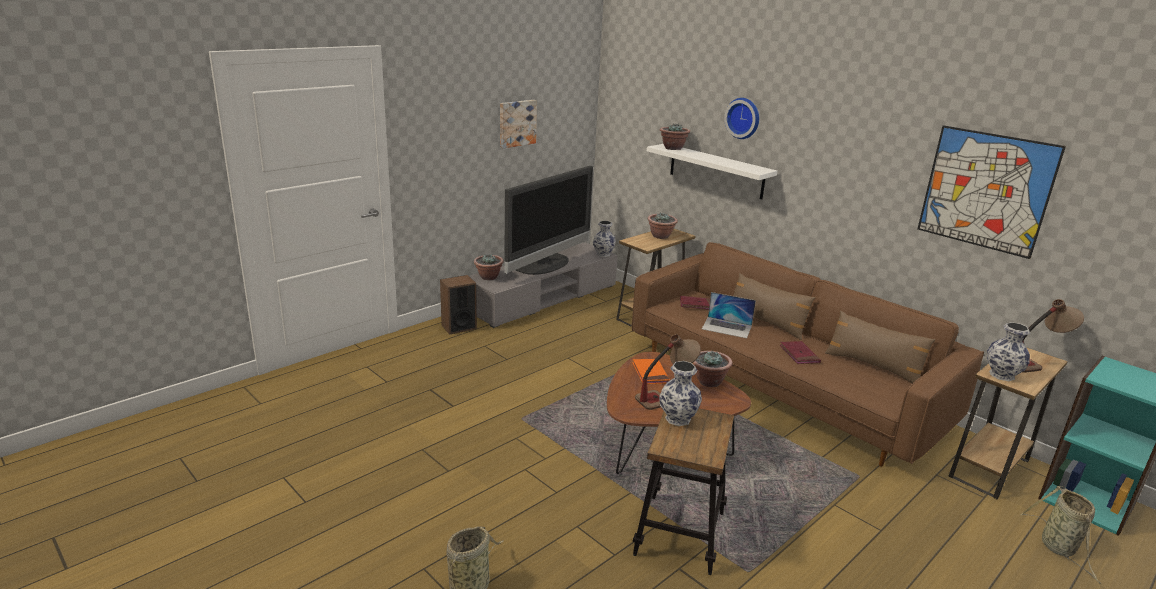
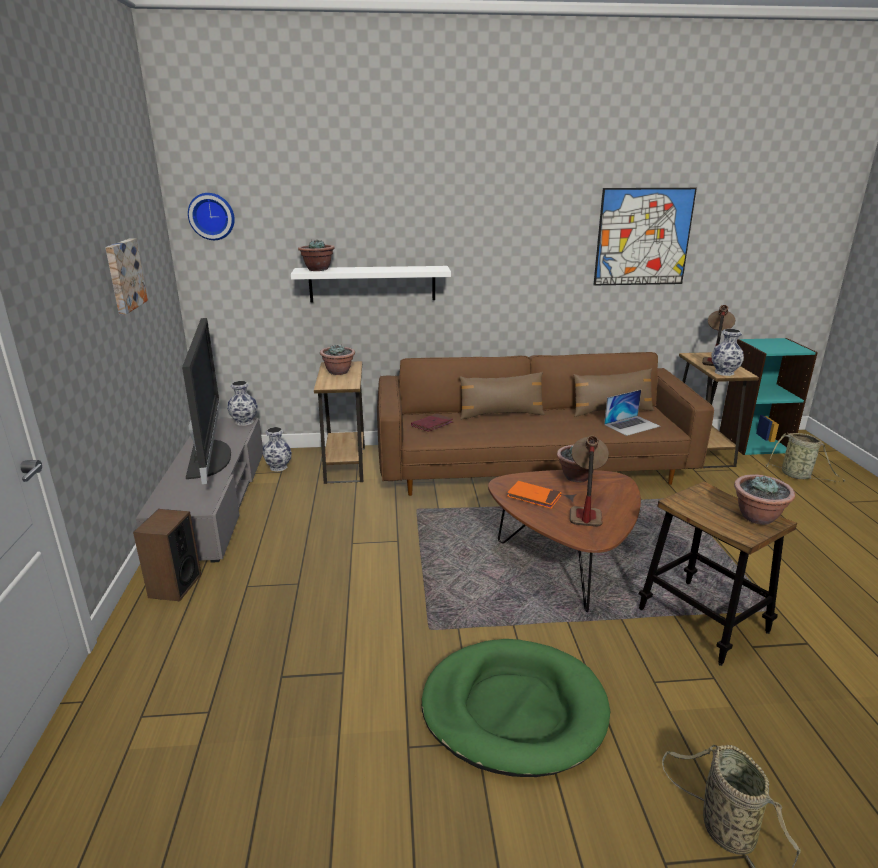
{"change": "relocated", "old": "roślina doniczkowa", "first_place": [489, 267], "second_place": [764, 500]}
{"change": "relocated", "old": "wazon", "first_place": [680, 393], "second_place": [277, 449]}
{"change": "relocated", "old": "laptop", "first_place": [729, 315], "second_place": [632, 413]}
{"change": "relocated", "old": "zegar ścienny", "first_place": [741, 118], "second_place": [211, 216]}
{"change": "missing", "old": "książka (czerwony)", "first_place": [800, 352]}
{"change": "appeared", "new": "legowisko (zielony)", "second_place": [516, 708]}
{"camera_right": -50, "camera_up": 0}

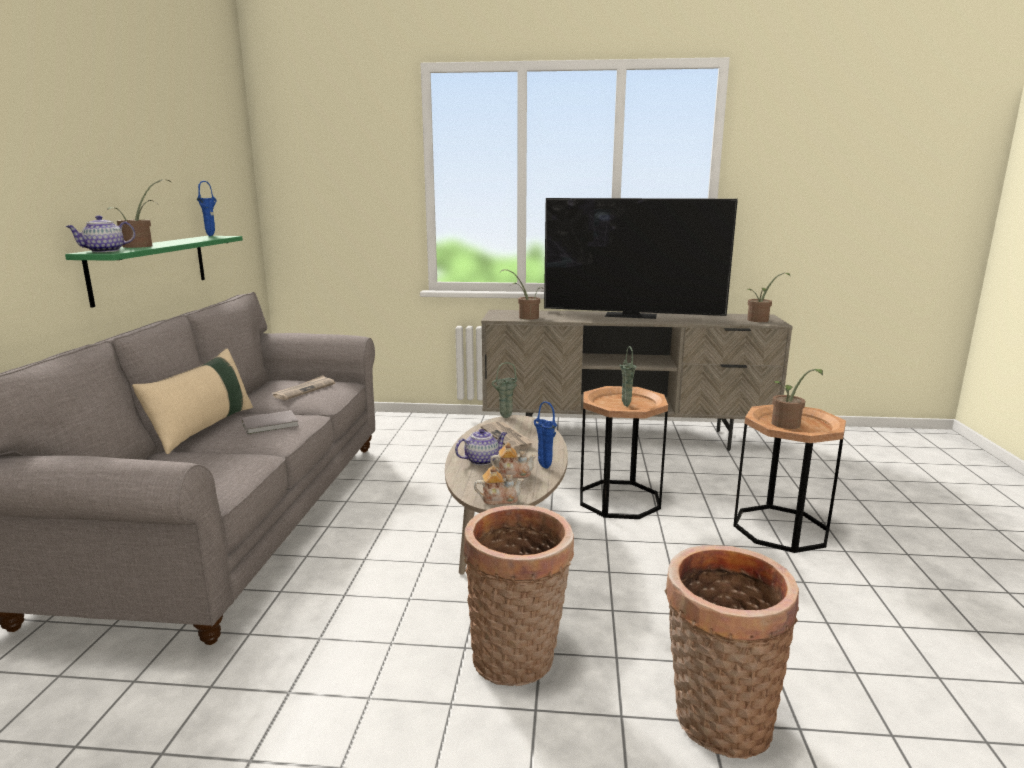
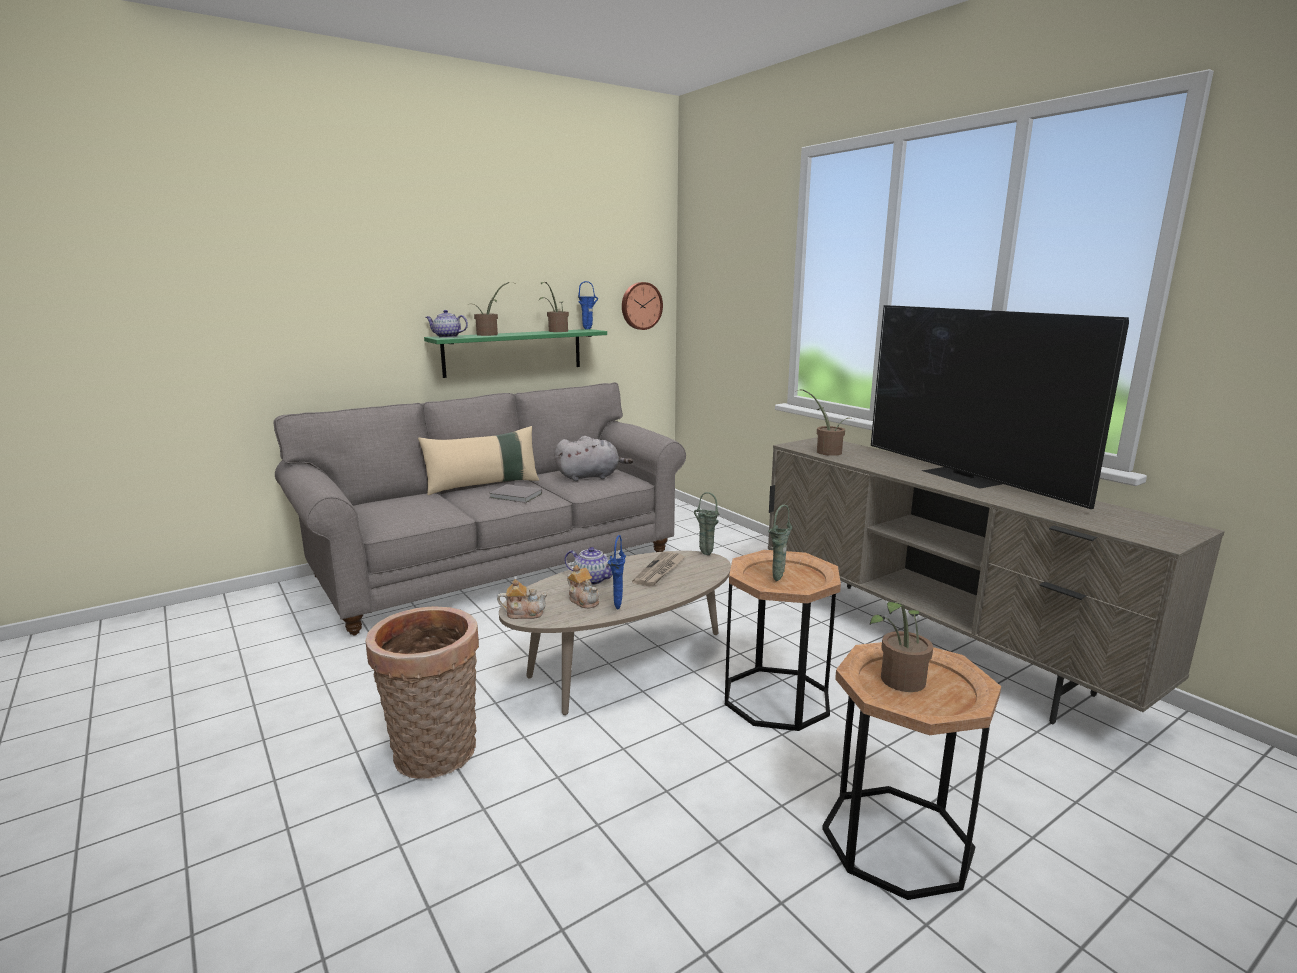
{"change": "exchanged", "old": "gazeta", "new": "pluszak (szary)", "first_place": [304, 387], "second_place": [594, 458]}
{"change": "spun", "old": "imbryk", "first_place": [499, 485], "second_place": [522, 599], "degrees": -45}
{"change": "missing", "old": "koszyk", "first_place": [732, 652]}
{"change": "relocated", "old": "roślina doniczkowa", "first_place": [768, 297], "second_place": [554, 307]}
{"change": "appeared", "new": "zegar ścienny", "second_place": [642, 306]}
{"camera_right": 50, "camera_up": 0}

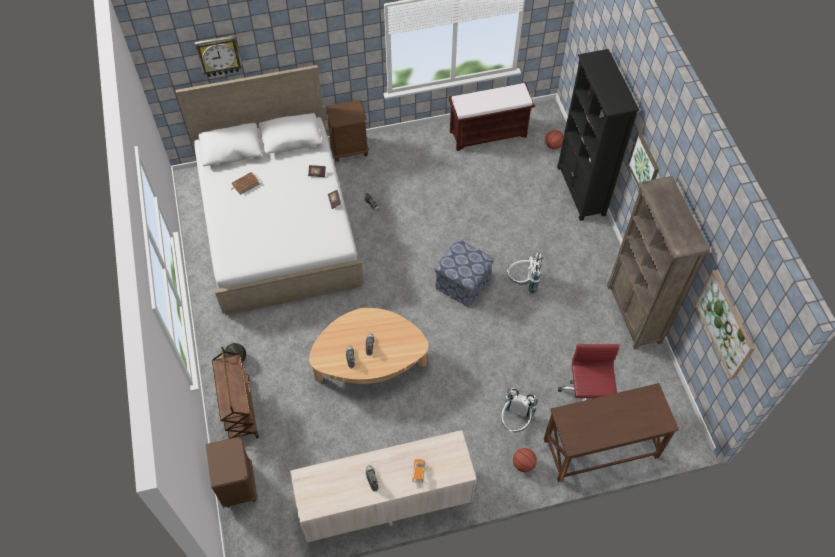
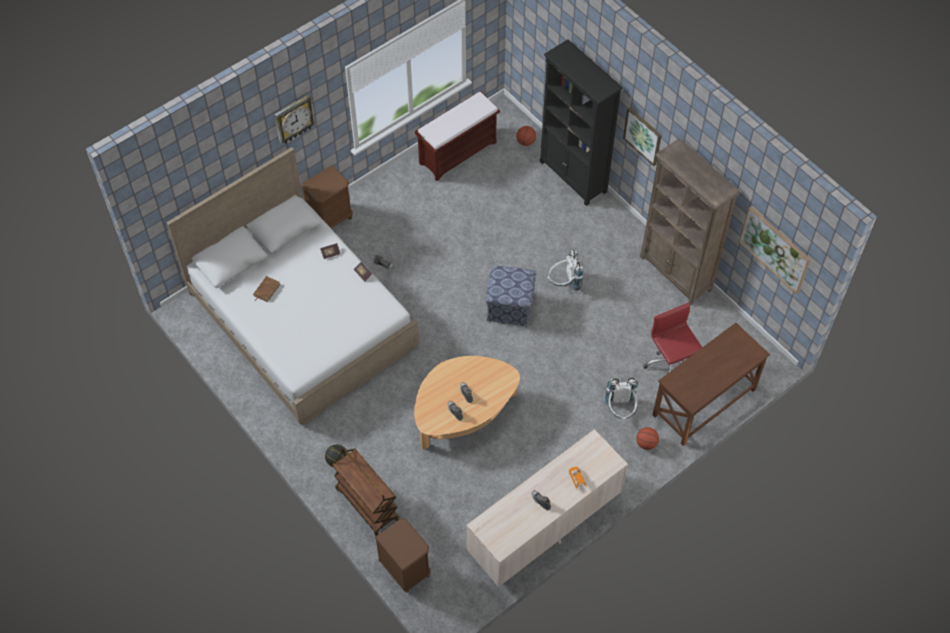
{"change": "relocated", "old": "zegar ścienny", "first_place": [219, 56], "second_place": [295, 119]}
{"camera_right": -25, "camera_up": 0}

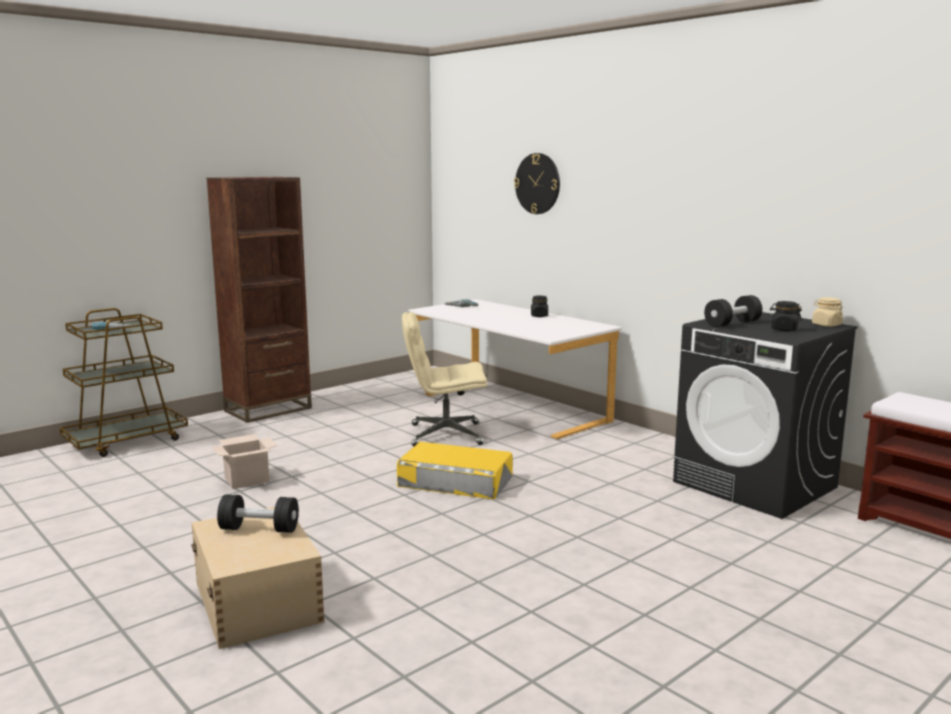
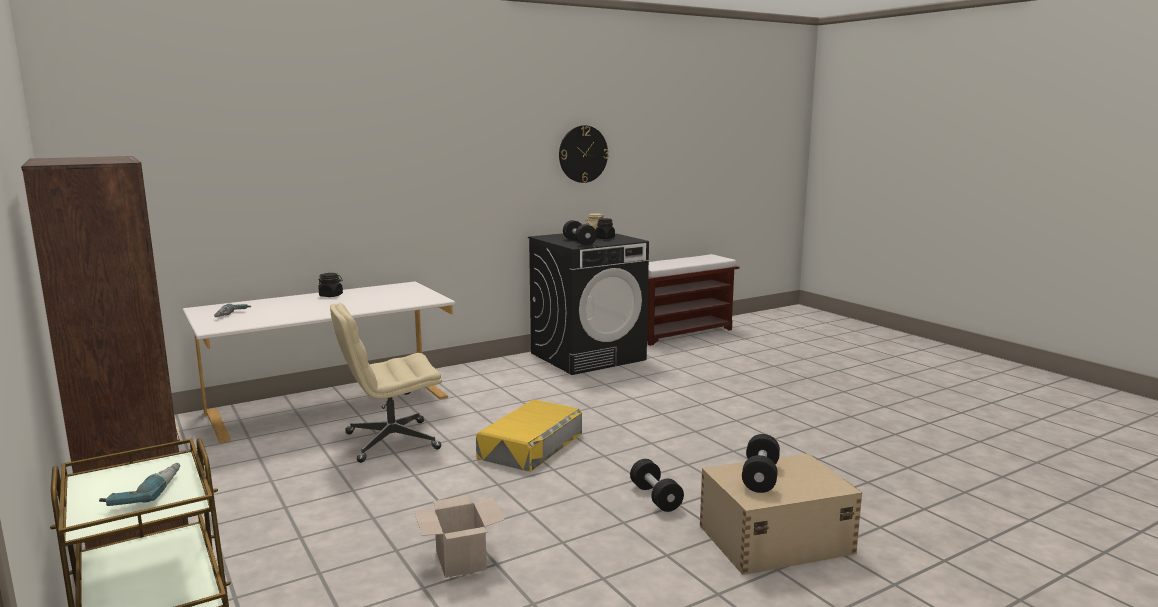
{"change": "spun", "old": "krzesło biurowe (beżowy)", "first_place": [445, 379], "second_place": [386, 383], "degrees": 60}
{"change": "relocated", "old": "zegar ścienny", "first_place": [537, 183], "second_place": [584, 154]}
{"change": "appeared", "new": "hantel (czarny)", "second_place": [657, 485]}
{"camera_right": -80, "camera_up": 0}

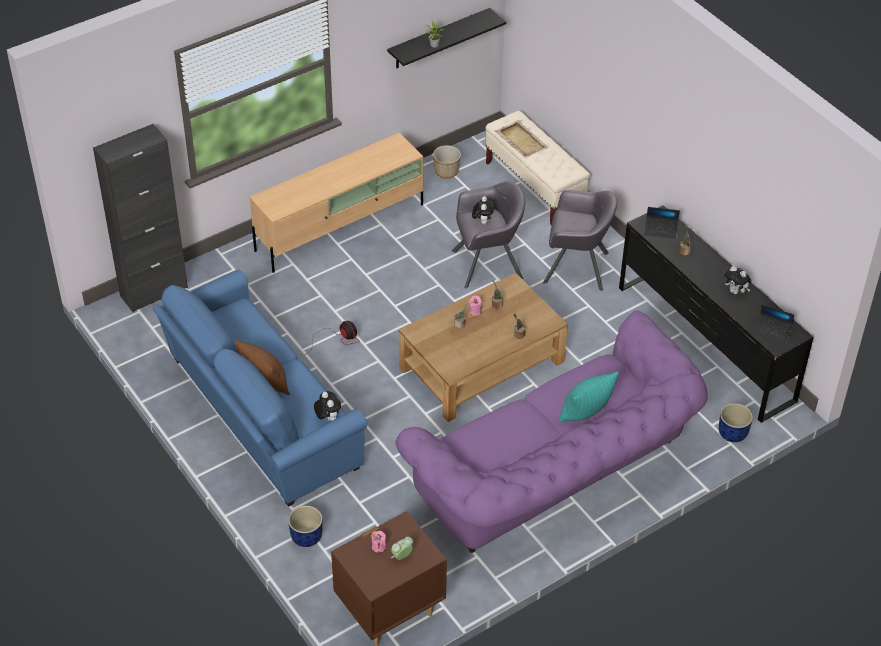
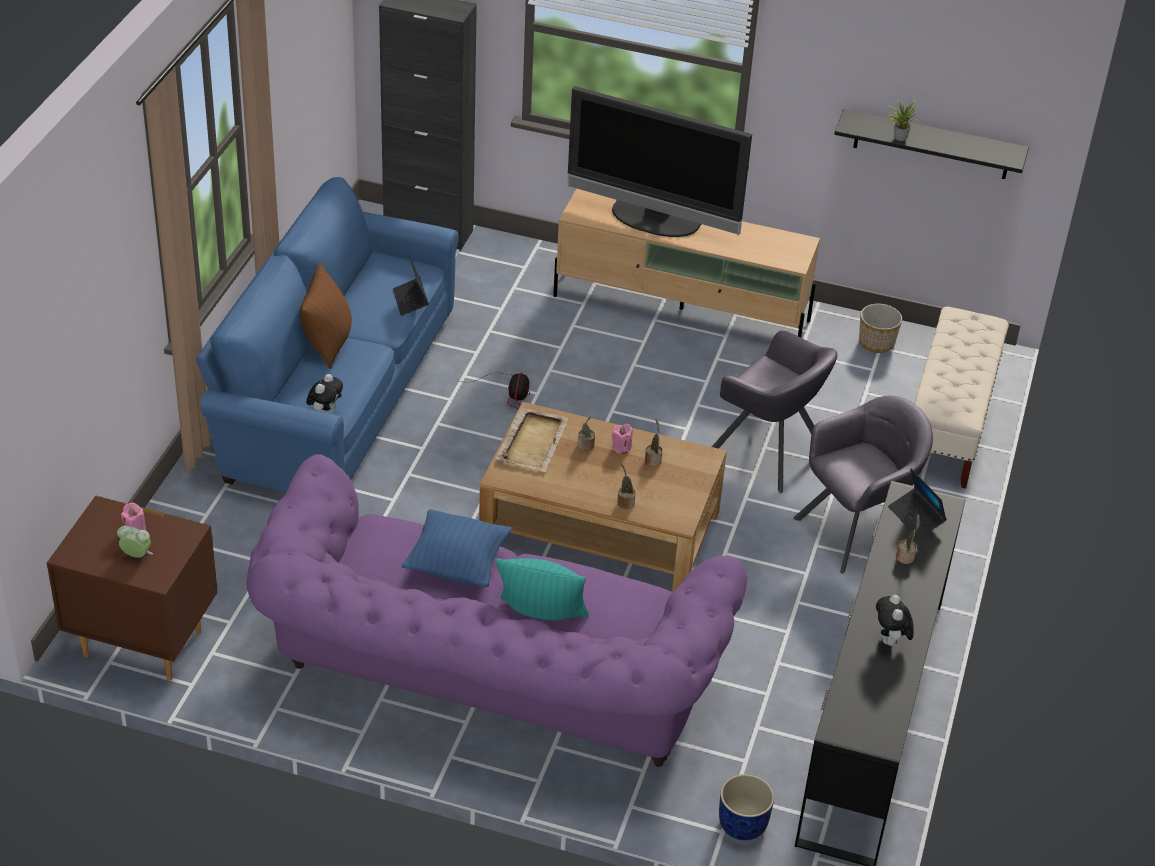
{"change": "missing", "old": "donica (niebieski)", "first_place": [305, 526]}
{"change": "missing", "old": "pluszak", "first_place": [483, 210]}
{"change": "relocated", "old": "taca (beżowy)", "first_place": [522, 139], "second_place": [532, 439]}
{"change": "spun", "old": "fotel (szary)", "first_place": [580, 240], "second_place": [863, 485], "degrees": -90}
{"change": "relocated", "old": "laptop", "first_place": [774, 324], "second_place": [411, 286]}
{"change": "appeared", "new": "poduszka (niebieski)", "second_place": [457, 548]}
{"change": "appeared", "new": "telewizor", "second_place": [660, 161]}
{"camera_right": 50, "camera_up": -5}

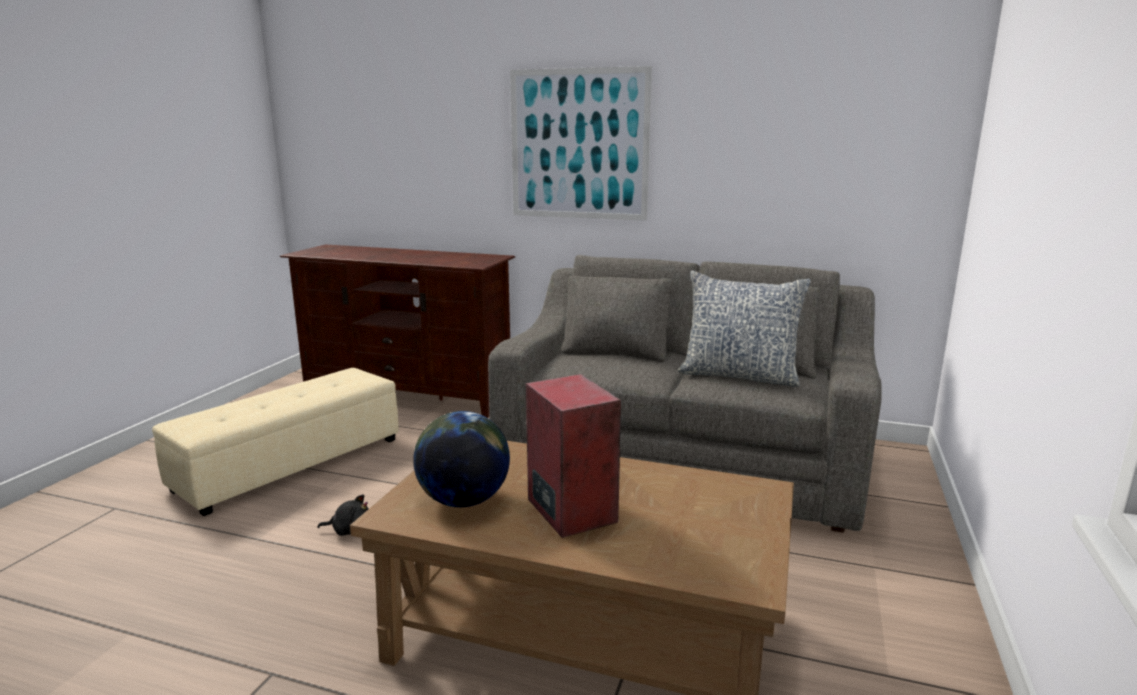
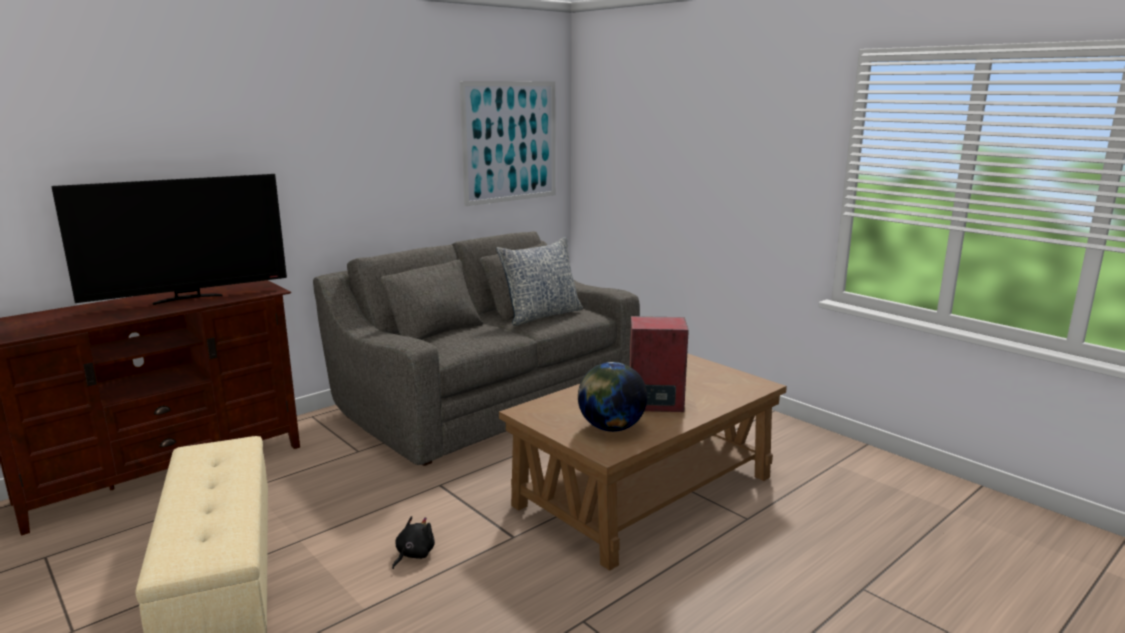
{"change": "relocated", "old": "obraz", "first_place": [581, 143], "second_place": [508, 143]}
{"change": "appeared", "new": "telewizor", "second_place": [169, 239]}
{"camera_right": -60, "camera_up": 0}

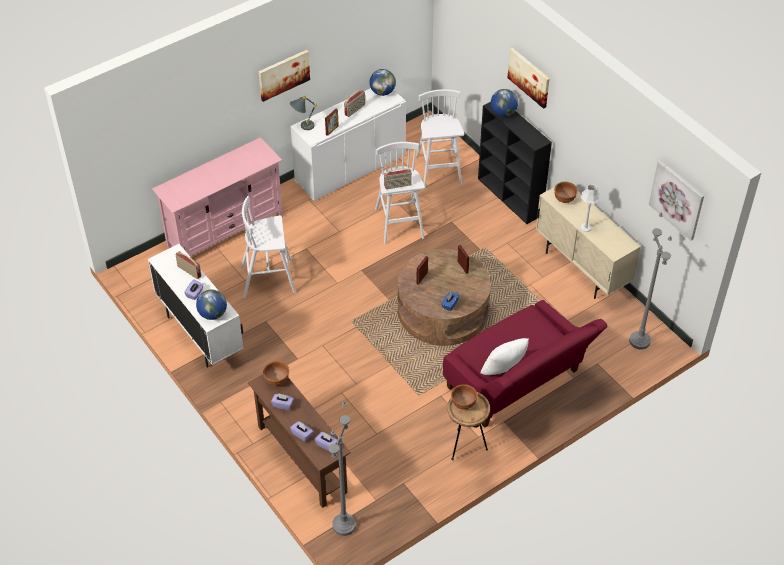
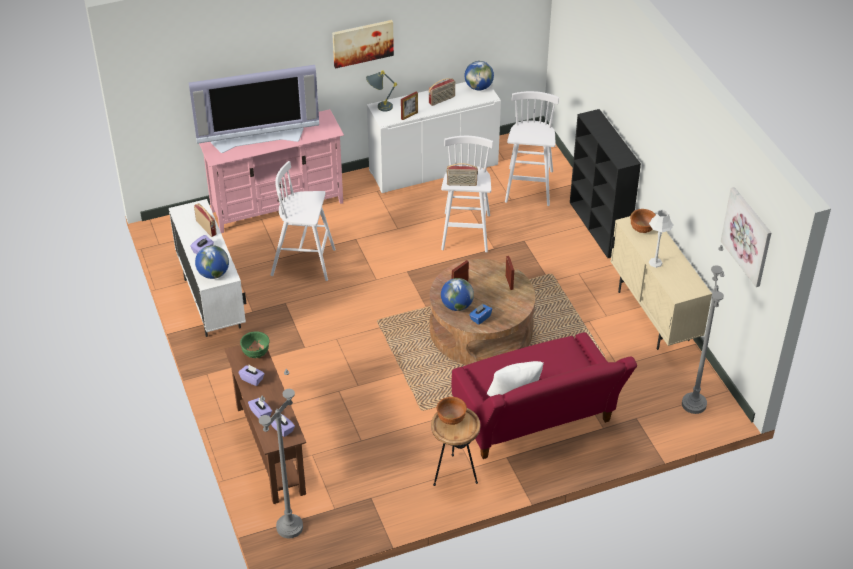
{"change": "colour", "old": "miska (brązowy)", "new": "miska (zielony)", "first_place": [276, 373], "second_place": [255, 344]}
{"change": "relocated", "old": "globus", "first_place": [504, 103], "second_place": [457, 294]}
{"change": "missing", "old": "obraz", "first_place": [528, 78]}
{"change": "appeared", "new": "telewizor", "second_place": [254, 109]}
{"camera_right": 15, "camera_up": -5}

